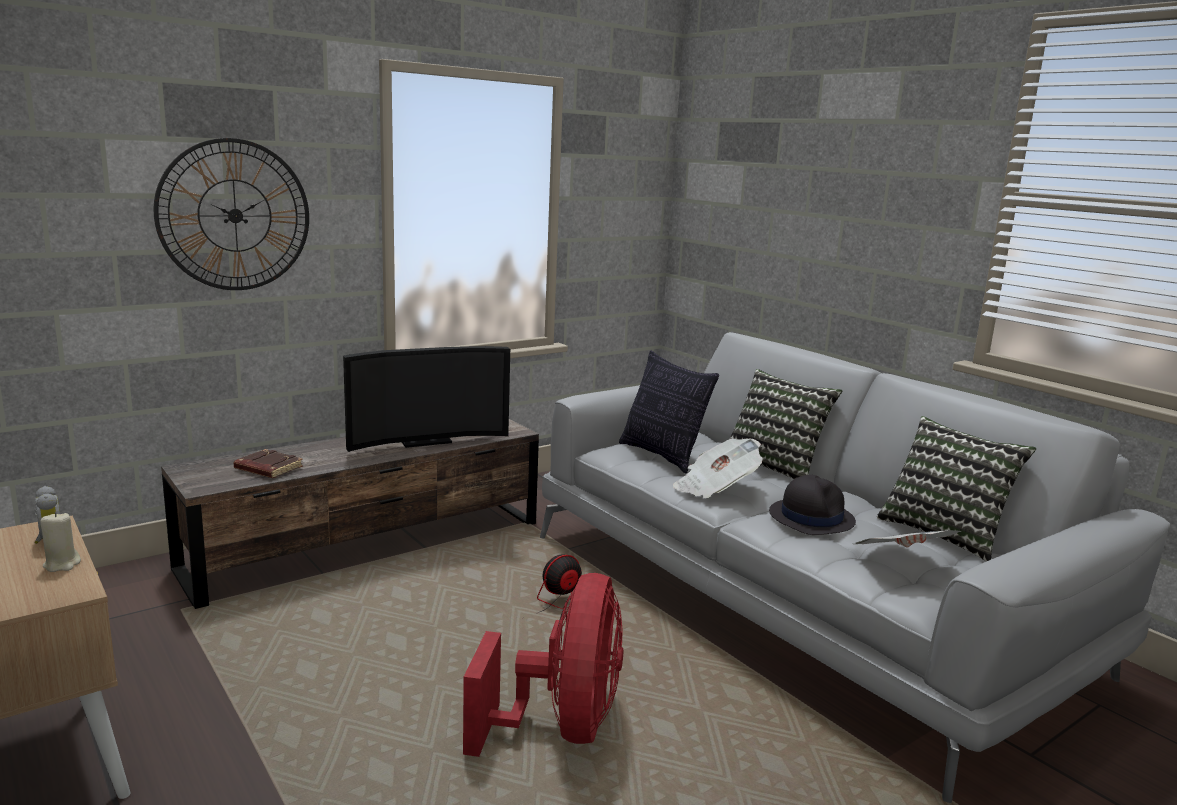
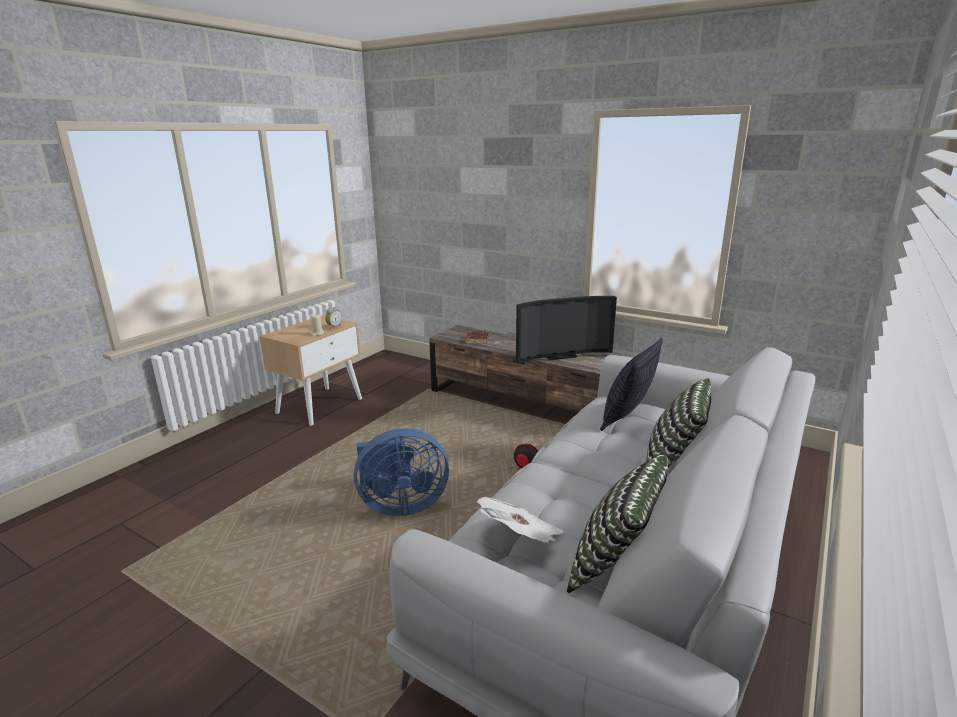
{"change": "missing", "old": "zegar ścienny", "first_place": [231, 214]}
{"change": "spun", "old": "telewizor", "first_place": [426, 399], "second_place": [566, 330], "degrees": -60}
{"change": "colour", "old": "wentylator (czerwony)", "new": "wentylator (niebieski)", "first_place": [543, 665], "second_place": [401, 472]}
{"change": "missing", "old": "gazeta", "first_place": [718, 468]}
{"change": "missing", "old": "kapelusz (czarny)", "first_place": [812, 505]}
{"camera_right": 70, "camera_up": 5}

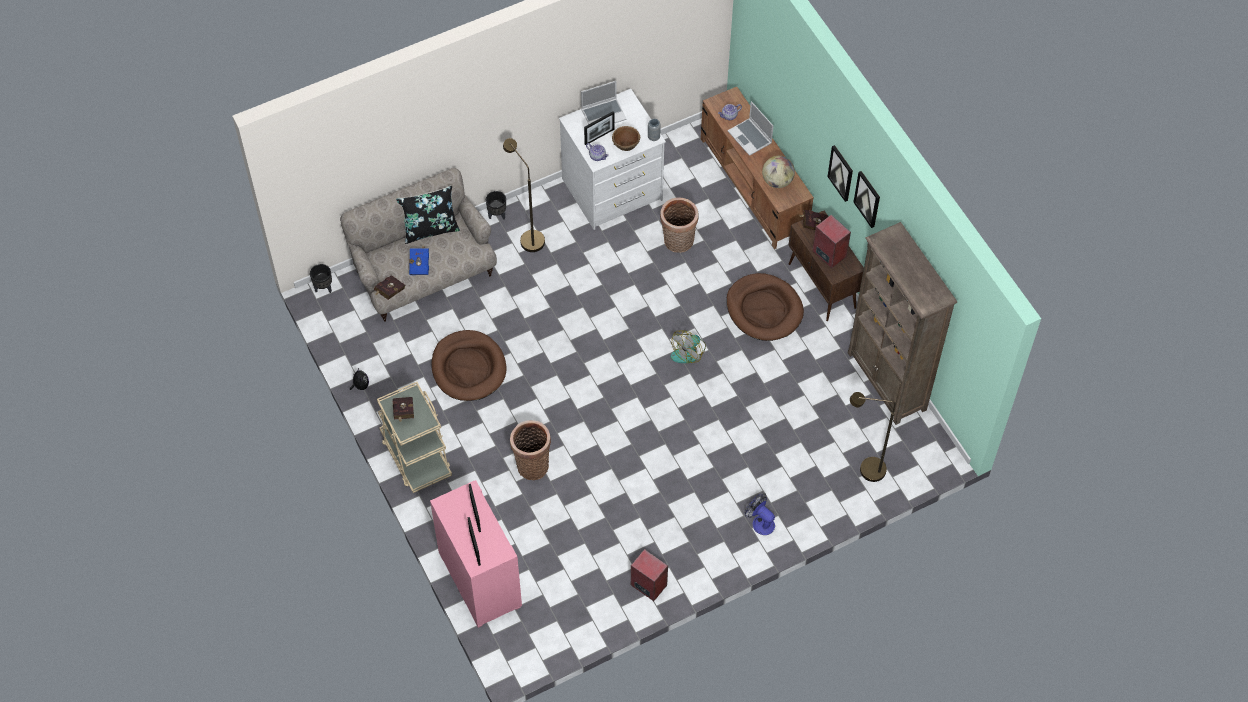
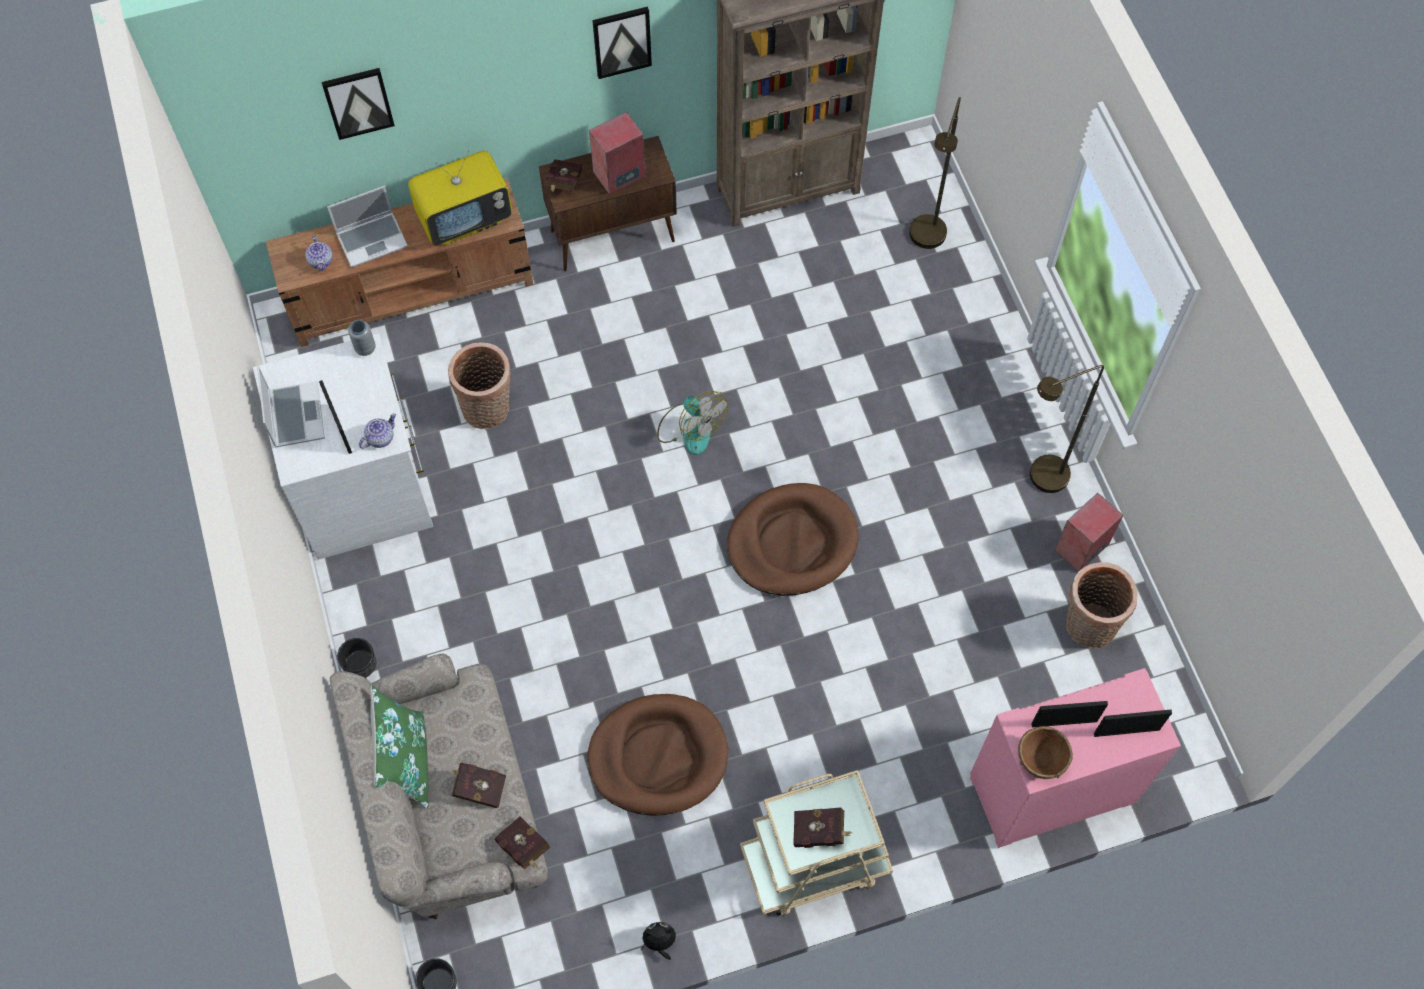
{"change": "colour", "old": "poduszka (czarny)", "new": "poduszka (zielony)", "first_place": [428, 214], "second_place": [399, 747]}
{"change": "colour", "old": "książka (niebieski)", "new": "książka (czerwony)", "first_place": [419, 260], "second_place": [477, 785]}
{"change": "relocated", "old": "lampa stojąca (brązowy)", "first_place": [524, 195], "second_place": [1067, 429]}
{"change": "relocated", "old": "koszyk", "first_place": [530, 450], "second_place": [1102, 605]}
{"change": "relocated", "old": "miska (brązowy)", "first_place": [626, 138], "second_place": [1045, 752]}
{"change": "relocated", "old": "legowisko (brązowy)", "first_place": [765, 307], "second_place": [793, 539]}
{"change": "missing", "old": "wentylator", "first_place": [760, 514]}
{"change": "exchanged", "old": "globus", "new": "telewizor", "first_place": [778, 172], "second_place": [460, 197]}
{"change": "relocated", "old": "obraz", "first_place": [840, 173], "second_place": [358, 104]}
{"camera_right": -80, "camera_up": 5}

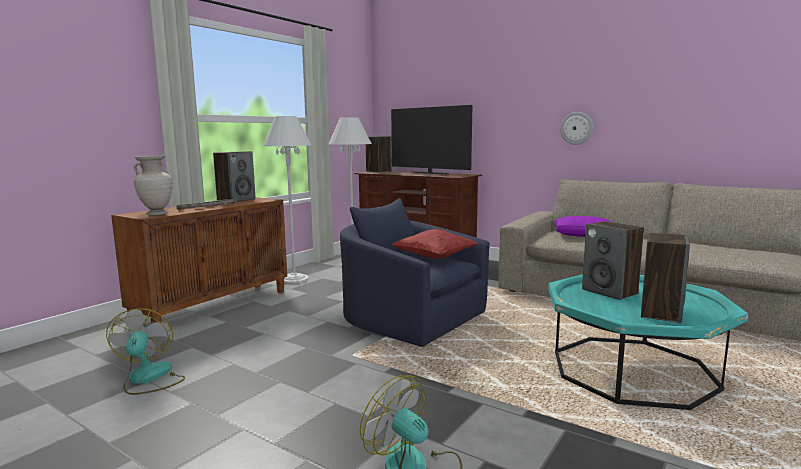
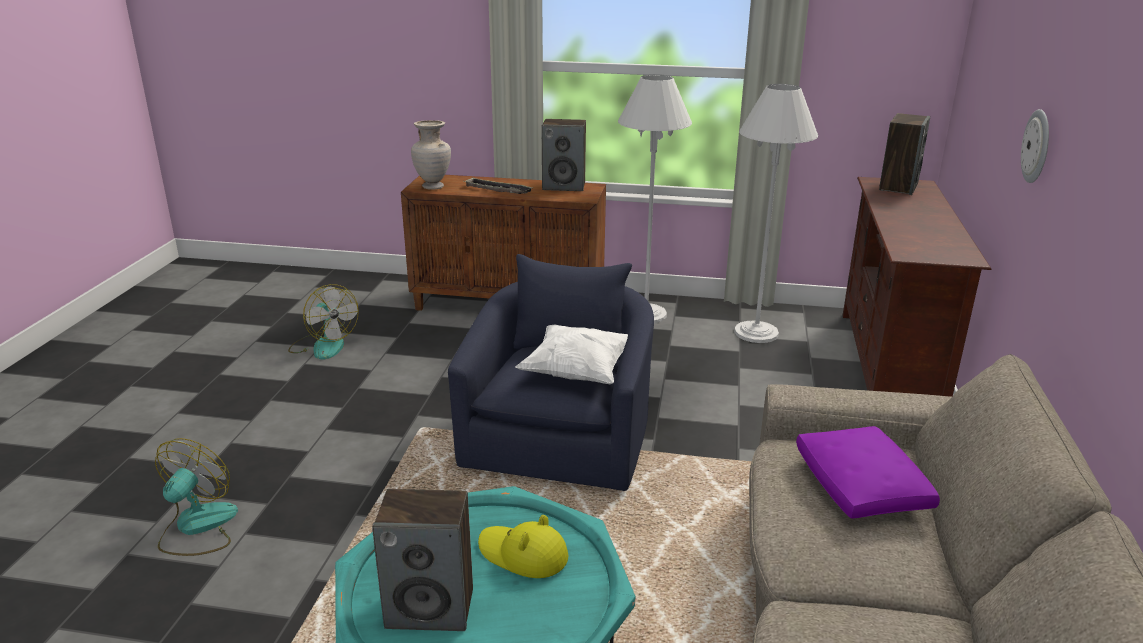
{"change": "spun", "old": "wentylator", "first_place": [145, 351], "second_place": [323, 322], "degrees": 90}
{"change": "missing", "old": "telewizor", "first_place": [431, 139]}
{"change": "colour", "old": "poduszka (czerwony)", "new": "poduszka (biały)", "first_place": [434, 244], "second_place": [572, 355]}
{"change": "relocated", "old": "zegar ścienny", "first_place": [576, 128], "second_place": [1035, 146]}
{"change": "exchanged", "old": "głośnik", "new": "kapelusz (żółty)", "first_place": [613, 260], "second_place": [523, 546]}
{"camera_right": 65, "camera_up": 15}

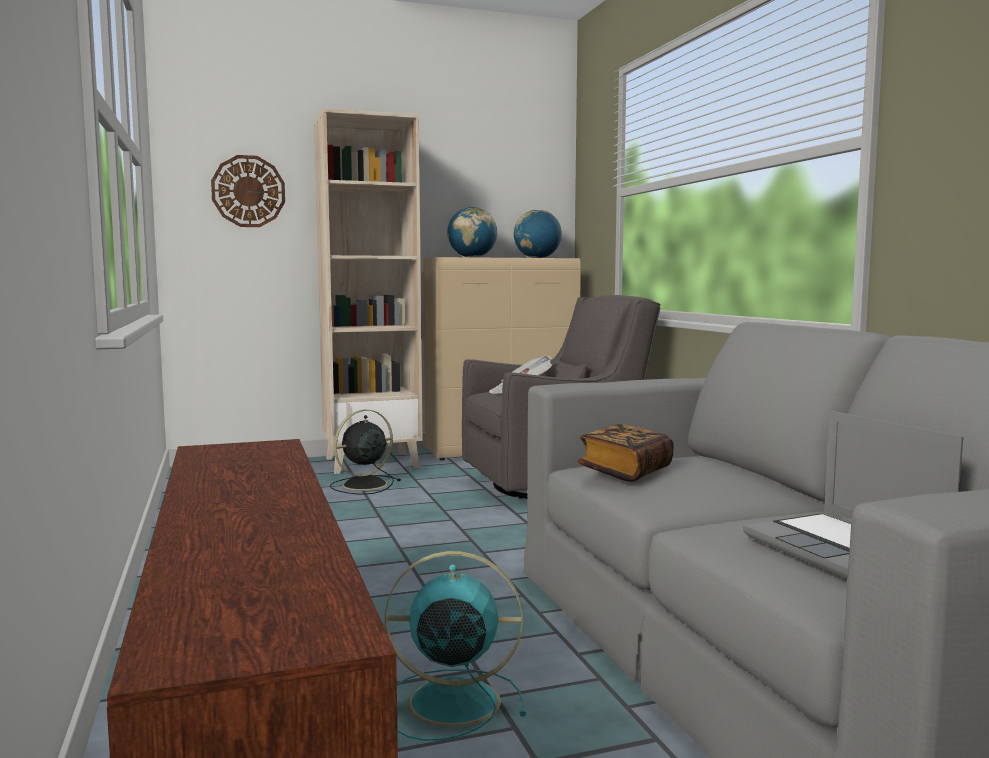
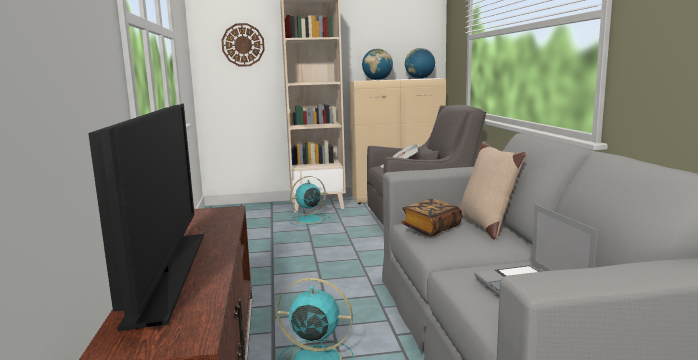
{"change": "colour", "old": "wentylator (czarny)", "new": "wentylator (turkusowy)", "first_place": [365, 452], "second_place": [310, 201]}
{"change": "appeared", "new": "telewizor", "second_place": [146, 217]}
{"change": "appeared", "new": "poduszka (beżowy)", "second_place": [493, 190]}
{"camera_right": 10, "camera_up": 5}

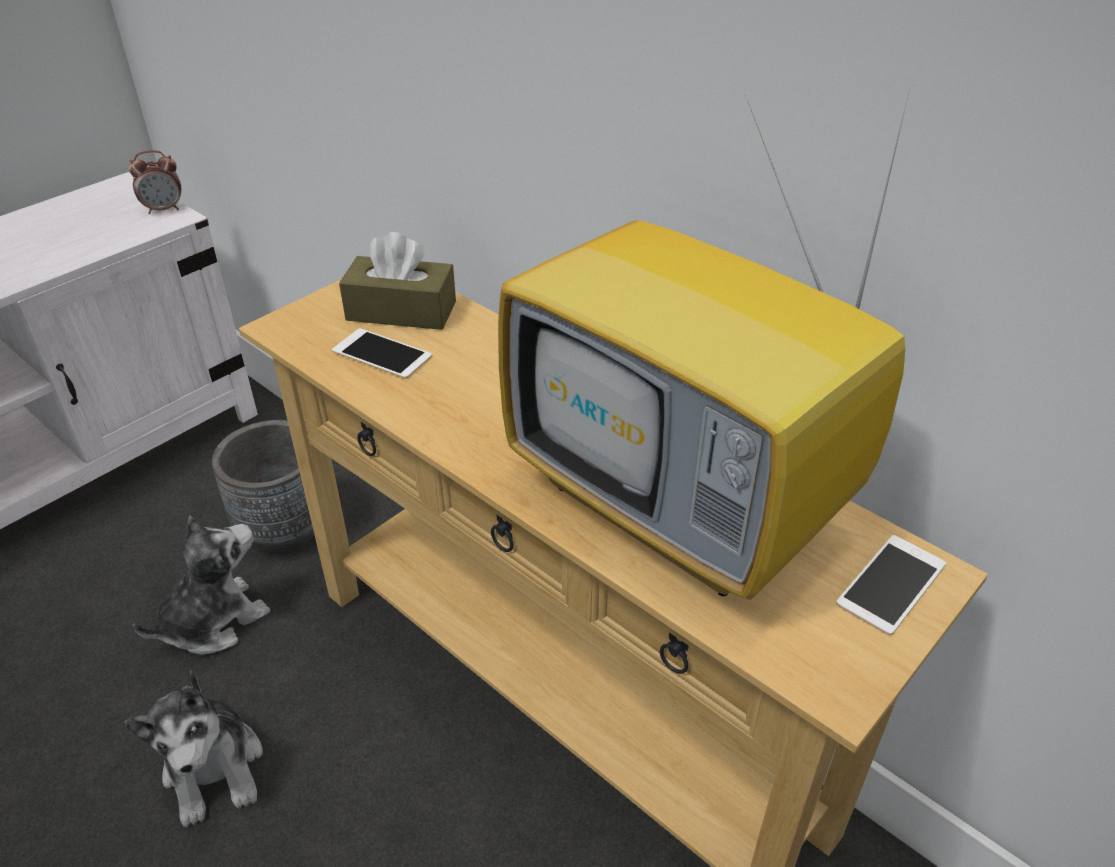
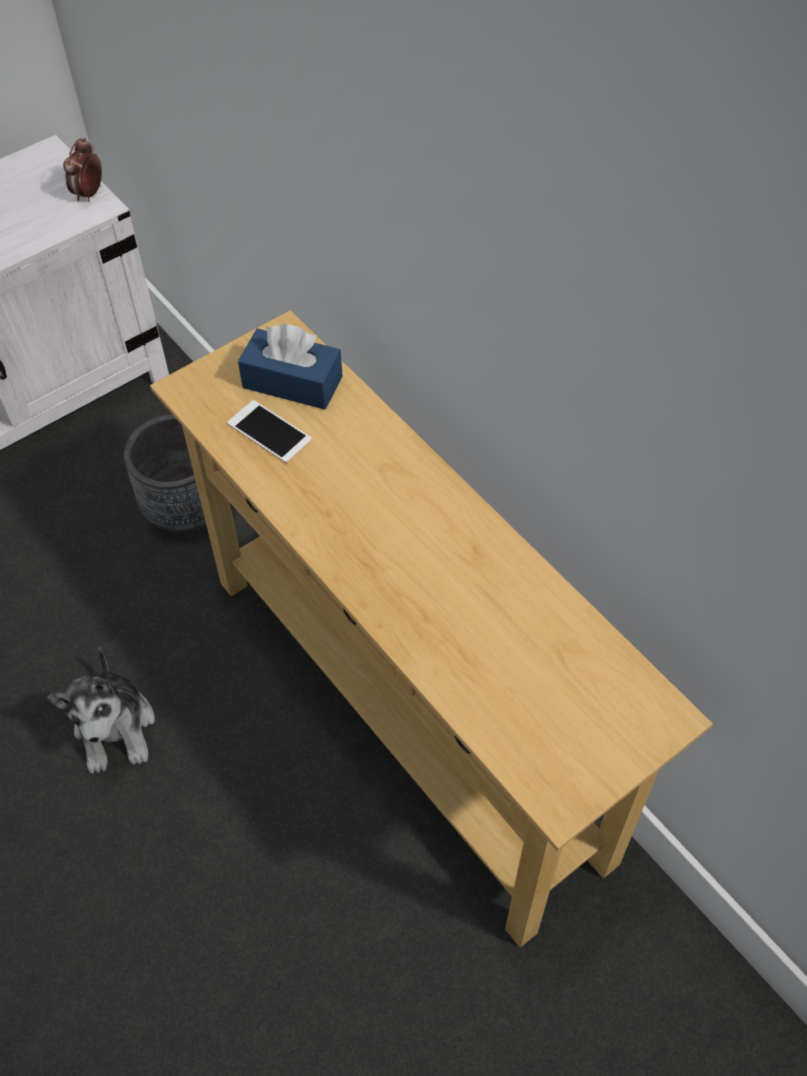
{"change": "spun", "old": "budzik", "first_place": [155, 182], "second_place": [82, 170], "degrees": 120}
{"change": "missing", "old": "pluszak", "first_place": [201, 585]}
{"change": "colour", "old": "pudełko chusteczek (brązowy)", "new": "pudełko chusteczek (niebieski)", "first_place": [397, 281], "second_place": [290, 366]}
{"change": "missing", "old": "telewizor", "first_place": [703, 347]}
{"change": "missing", "old": "telefon", "first_place": [891, 585]}
{"camera_right": 10, "camera_up": 15}

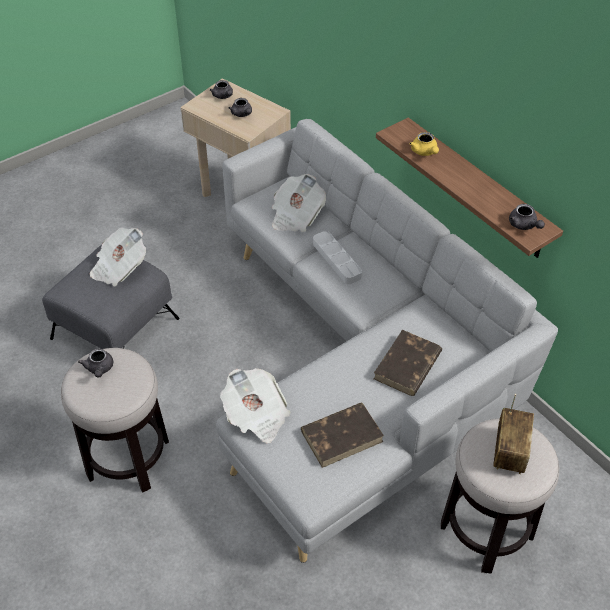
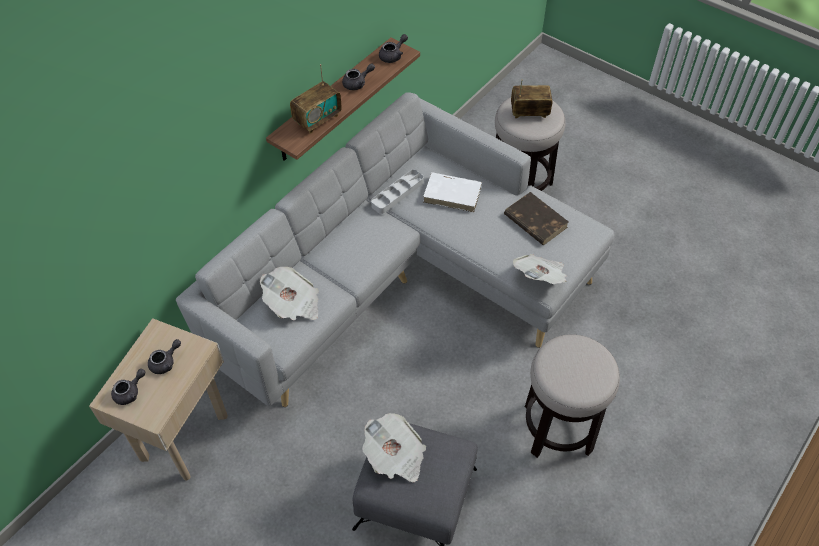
{"change": "relocated", "old": "imbryk (szary)", "first_place": [95, 363], "second_place": [358, 76]}
{"change": "relocated", "old": "taca (szary)", "first_place": [337, 257], "second_place": [397, 192]}
{"change": "colour", "old": "książka (brązowy)", "new": "książka (biały)", "first_place": [408, 363], "second_place": [452, 192]}
{"change": "exchanged", "old": "imbryk (żółty)", "new": "radio", "first_place": [424, 144], "second_place": [316, 99]}
{"camera_right": -105, "camera_up": 5}

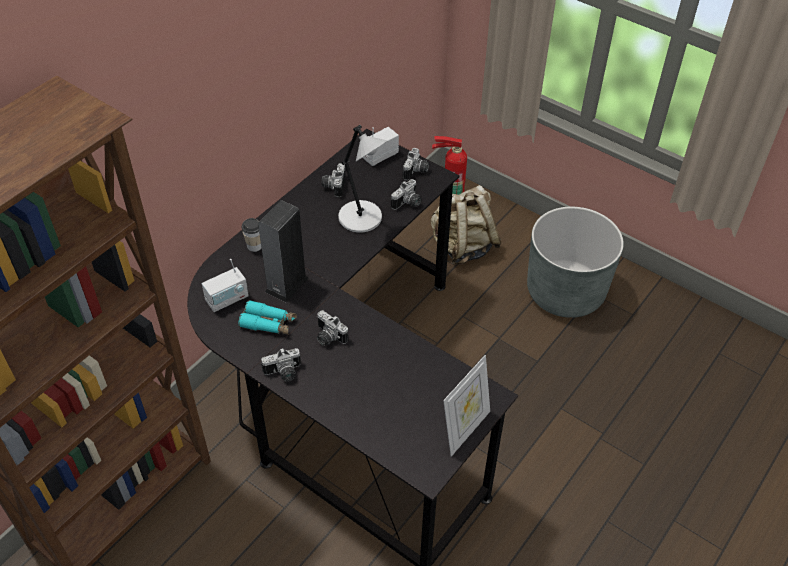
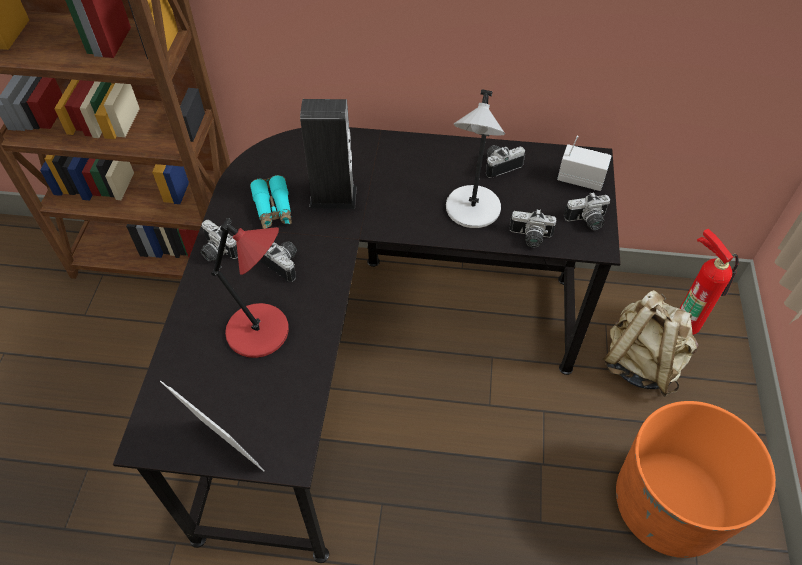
{"change": "missing", "old": "radio", "first_place": [225, 285]}
{"change": "missing", "old": "filiżanka", "first_place": [251, 235]}
{"change": "spun", "old": "aparat fotograficzny", "first_place": [333, 328], "second_place": [278, 261], "degrees": 120}
{"change": "spun", "old": "ramka na zdjęcie", "first_place": [466, 406], "second_place": [212, 426], "degrees": -150}
{"change": "colour", "old": "donica (szary)", "new": "donica (pomarańczowy)", "first_place": [575, 262], "second_place": [696, 479]}
{"change": "appeared", "new": "lampa stołowa (czerwony)", "second_place": [250, 288]}
{"camera_right": 60, "camera_up": 5}

